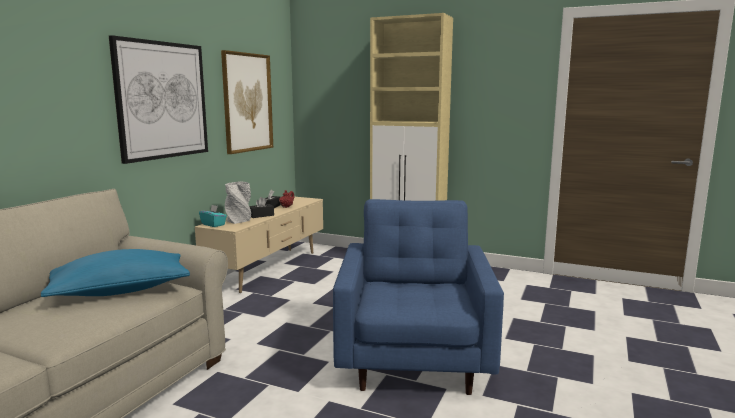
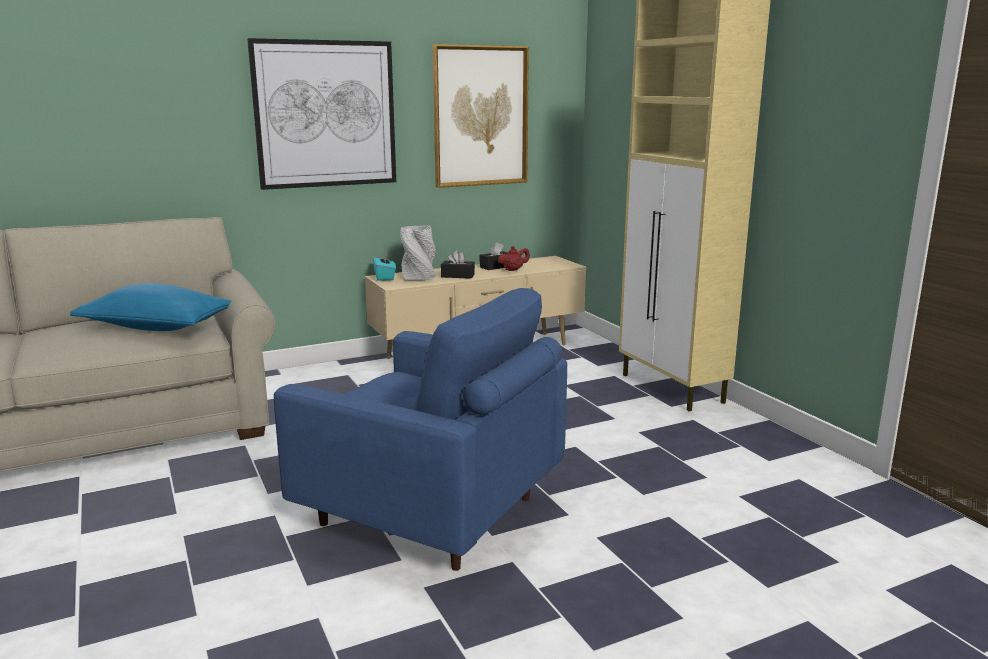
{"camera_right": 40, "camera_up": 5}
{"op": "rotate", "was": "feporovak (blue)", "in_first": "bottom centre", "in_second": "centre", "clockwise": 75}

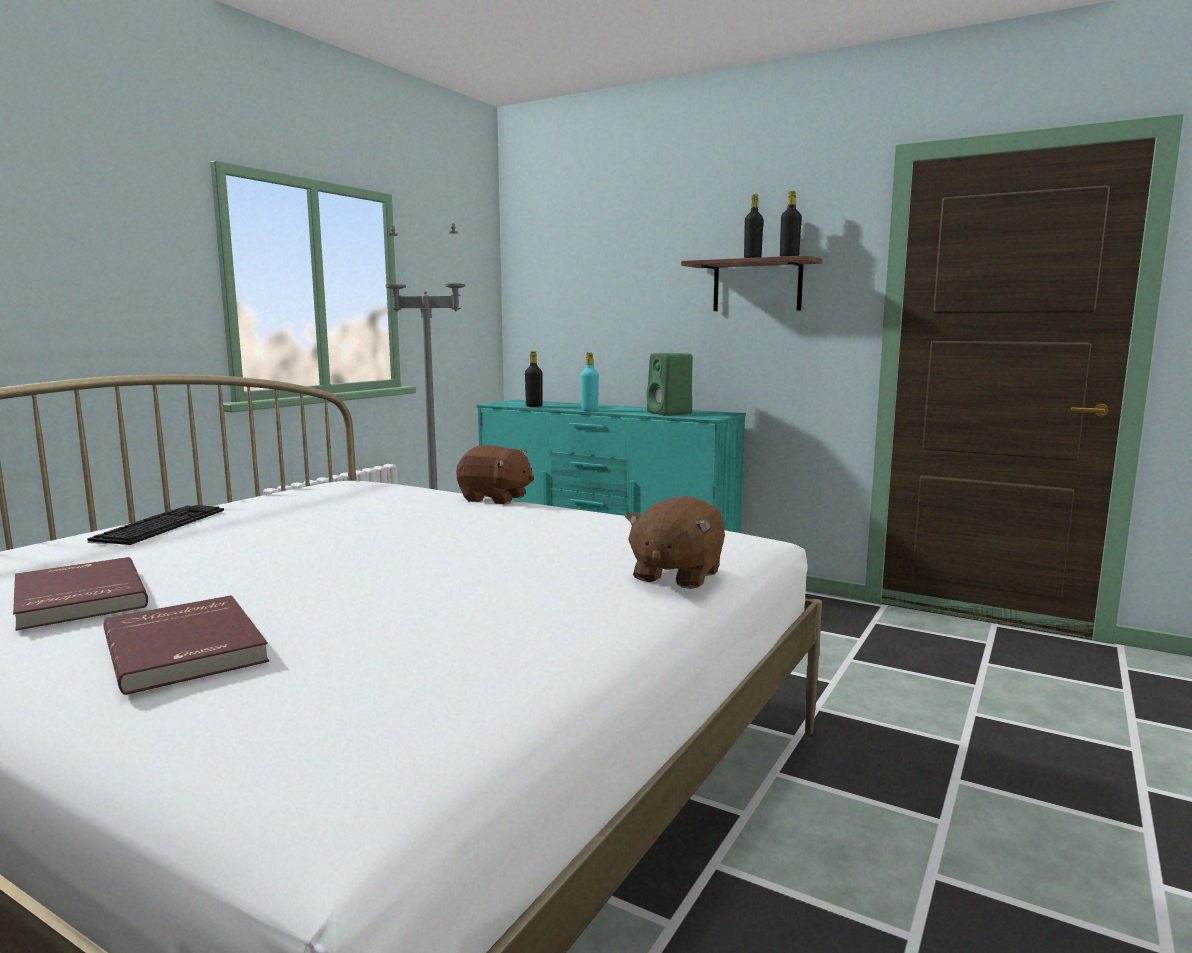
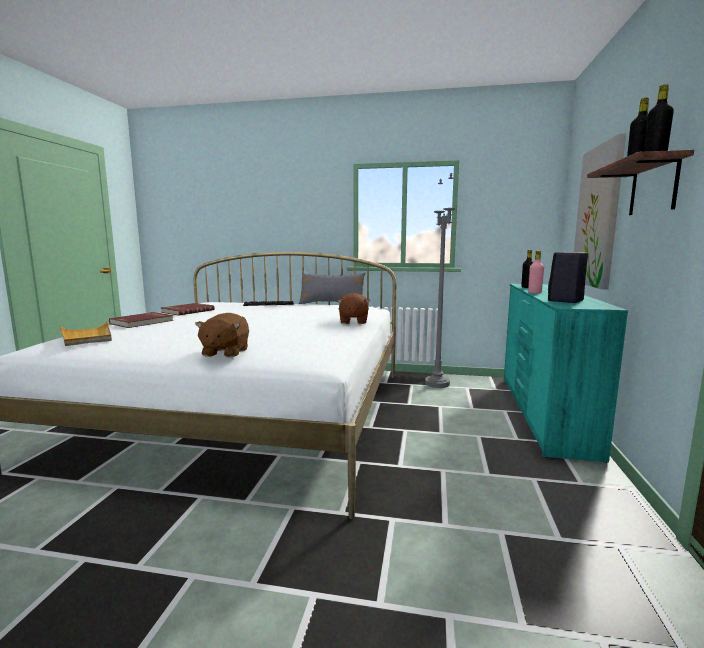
{"camera_right": 70, "camera_up": 0}
{"op": "insert", "now": "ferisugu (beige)", "in_second": "middle left"}
{"op": "insert", "now": "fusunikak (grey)", "in_second": "centre"}
{"op": "insert", "now": "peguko", "in_second": "top right"}
{"op": "recolor", "was": "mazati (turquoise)", "now": "mazati (pink)", "in_first": "centre", "in_second": "middle right"}
{"op": "recolor", "was": "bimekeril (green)", "now": "bimekeril (black)", "in_first": "centre", "in_second": "middle right"}
{"op": "rotate", "was": "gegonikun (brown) (2nd from left in the first image)", "in_first": "centre", "in_second": "middle left", "clockwise": -90}

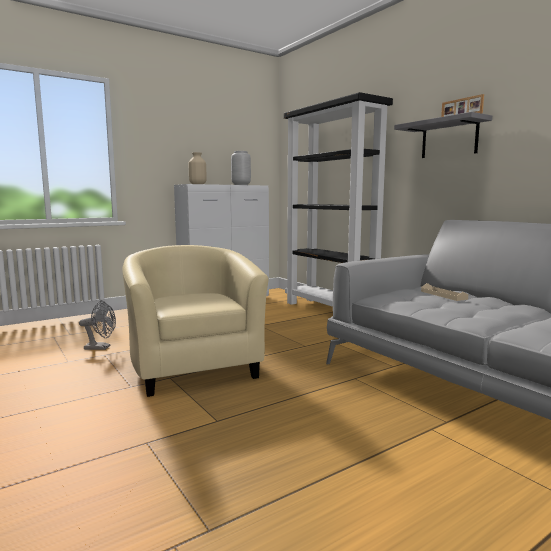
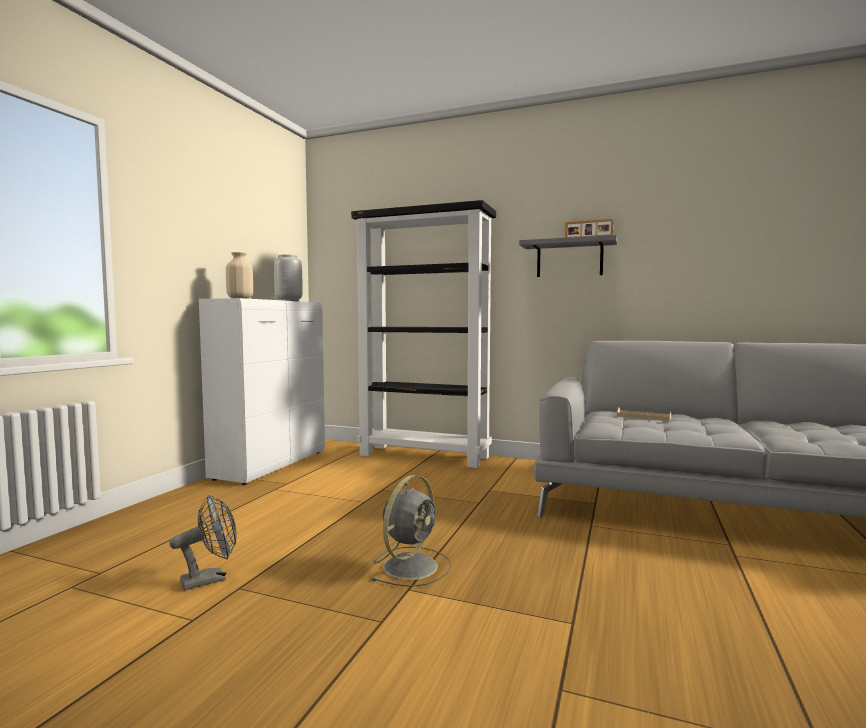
{"camera_right": -35, "camera_up": -5}
{"op": "replace", "was": "feporovak (beige)", "now": "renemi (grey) (2nd from left)", "in_first": "centre", "in_second": "bottom centre"}

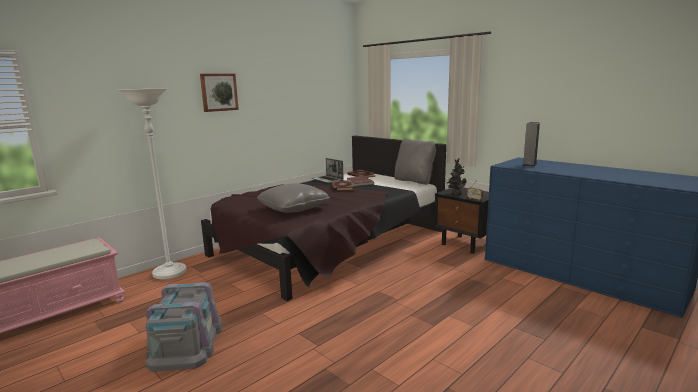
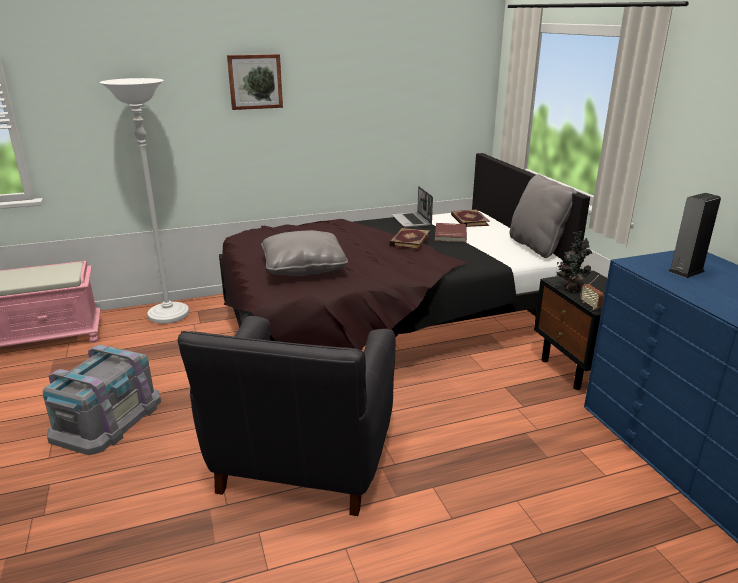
{"camera_right": 25, "camera_up": 10}
{"op": "insert", "now": "feporovak (black)", "in_second": "bottom centre"}

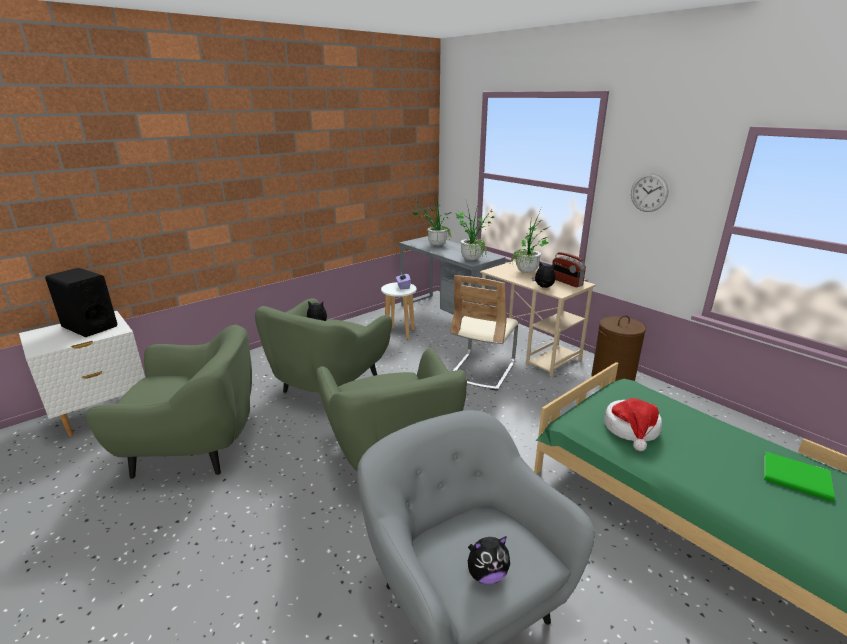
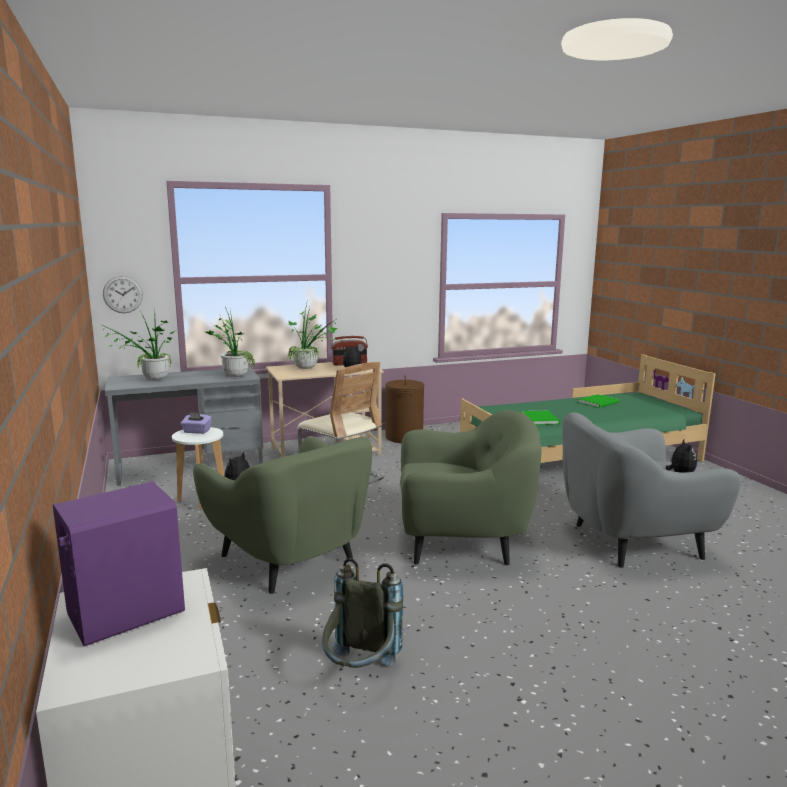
{"camera_right": -70, "camera_up": -10}
{"op": "move", "was": "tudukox", "in_first": "top right", "in_second": "middle left"}
{"op": "replace", "was": "feporovak (green) (1st from left)", "now": "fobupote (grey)", "in_first": "middle left", "in_second": "bottom centre"}
{"op": "replace", "was": "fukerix", "now": "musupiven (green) (1st from left)", "in_first": "middle right", "in_second": "middle right"}
{"op": "recolor", "was": "bimekeril (black)", "now": "bimekeril (purple)", "in_first": "middle left", "in_second": "bottom left"}

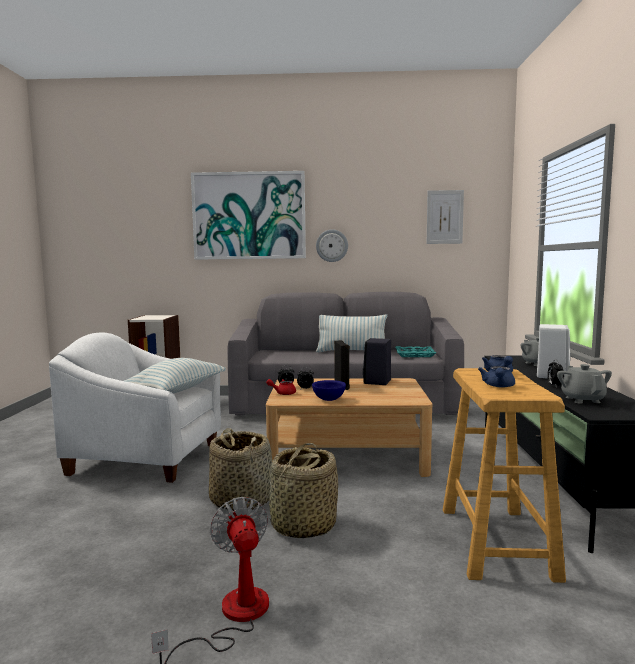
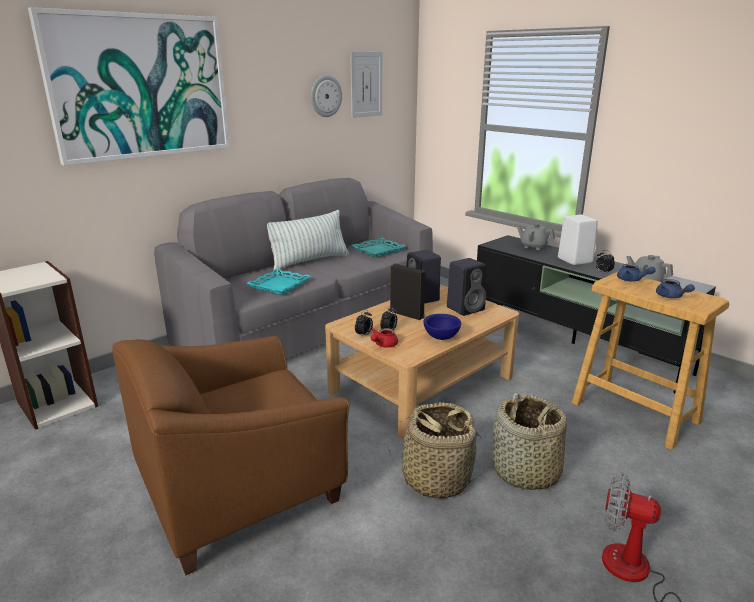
{"camera_right": -45, "camera_up": 15}
{"op": "delete", "was": "fusunikak (1st from left)", "in_first": "middle left"}
{"op": "insert", "now": "ferisugu (turquoise) (1st from left)", "in_second": "centre"}
{"op": "insert", "now": "bimekeril (black) (3rd from left)", "in_second": "centre"}
{"op": "move", "was": "tudukox", "in_first": "centre", "in_second": "top centre"}
{"op": "recolor", "was": "feporovak (white)", "now": "feporovak (brown)", "in_first": "middle left", "in_second": "bottom left"}

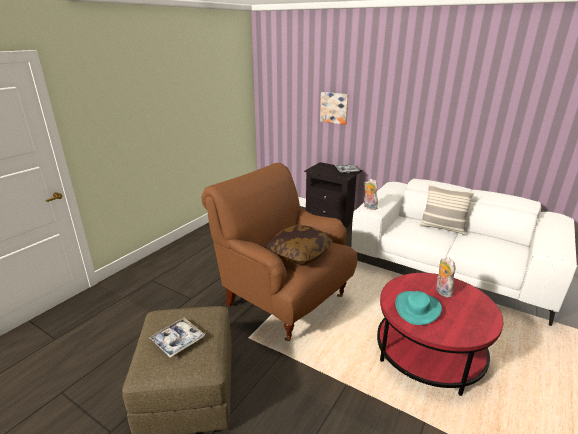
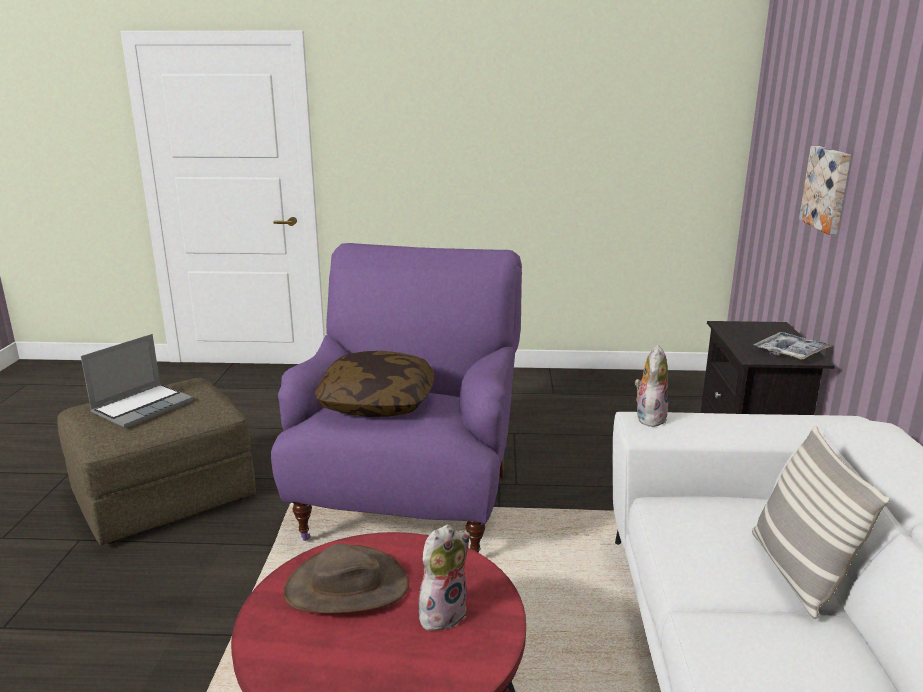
{"camera_right": 60, "camera_up": -5}
{"op": "replace", "was": "ferisugu (1st from left)", "now": "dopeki", "in_first": "bottom left", "in_second": "middle left"}
{"op": "recolor", "was": "feporovak (brown)", "now": "feporovak (purple)", "in_first": "centre", "in_second": "centre"}
{"op": "recolor", "was": "fukerix (turquoise)", "now": "fukerix (brown)", "in_first": "bottom right", "in_second": "bottom centre"}

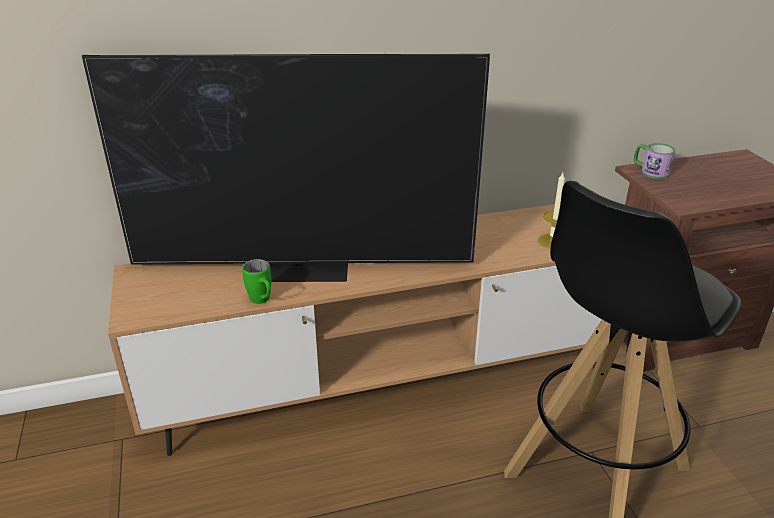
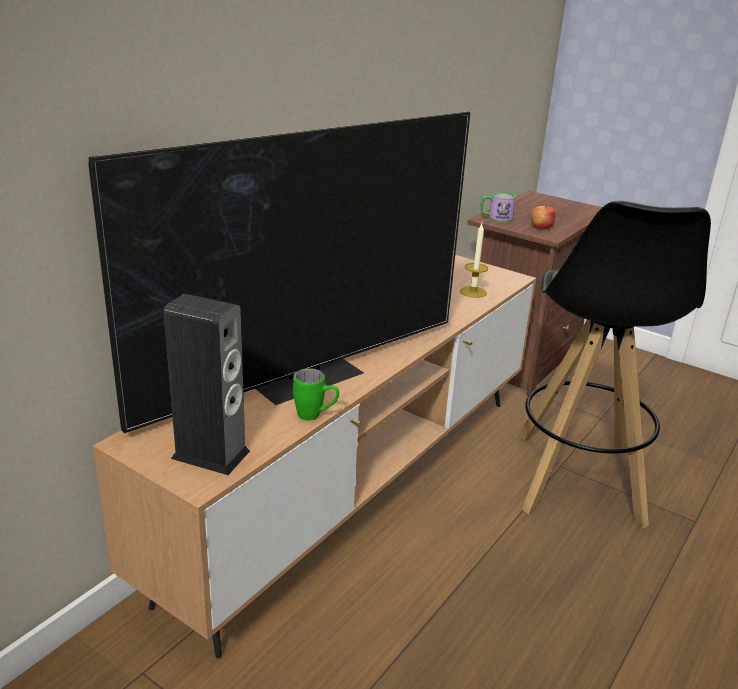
{"camera_right": -40, "camera_up": -5}
{"op": "insert", "now": "bimekeril", "in_second": "middle left"}
{"op": "insert", "now": "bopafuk", "in_second": "top right"}

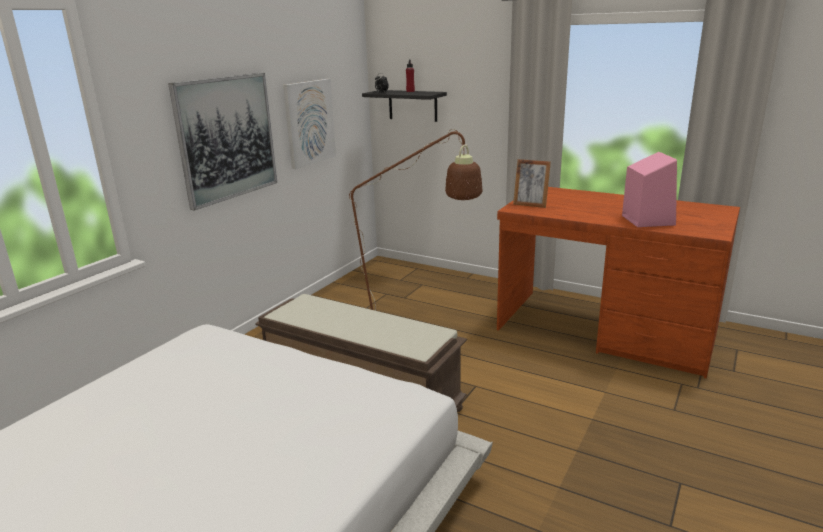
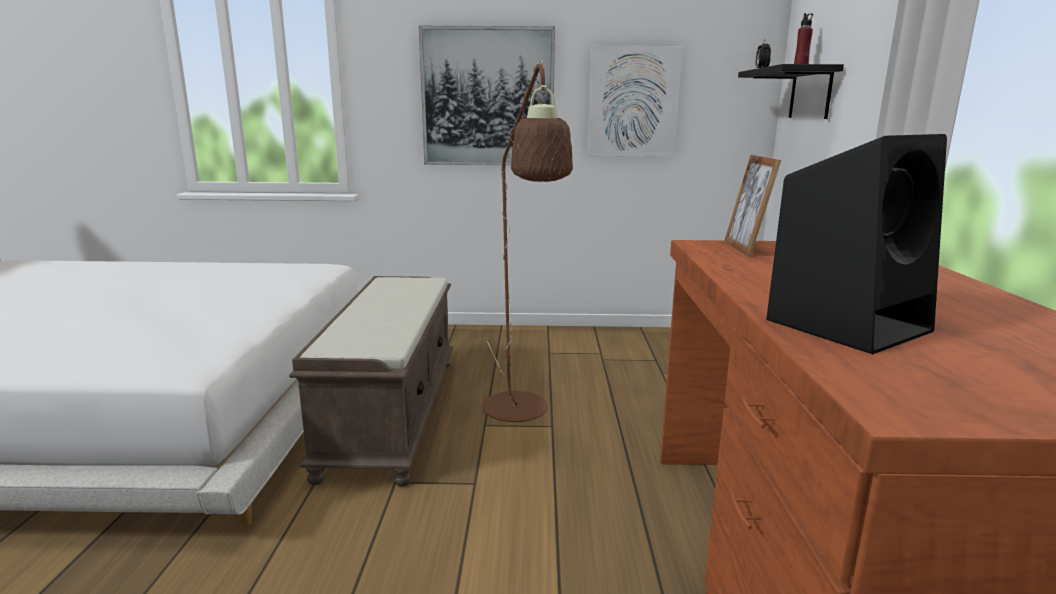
{"camera_right": 60, "camera_up": -5}
{"op": "recolor", "was": "bimekeril (pink)", "now": "bimekeril (black)", "in_first": "middle right", "in_second": "middle right"}

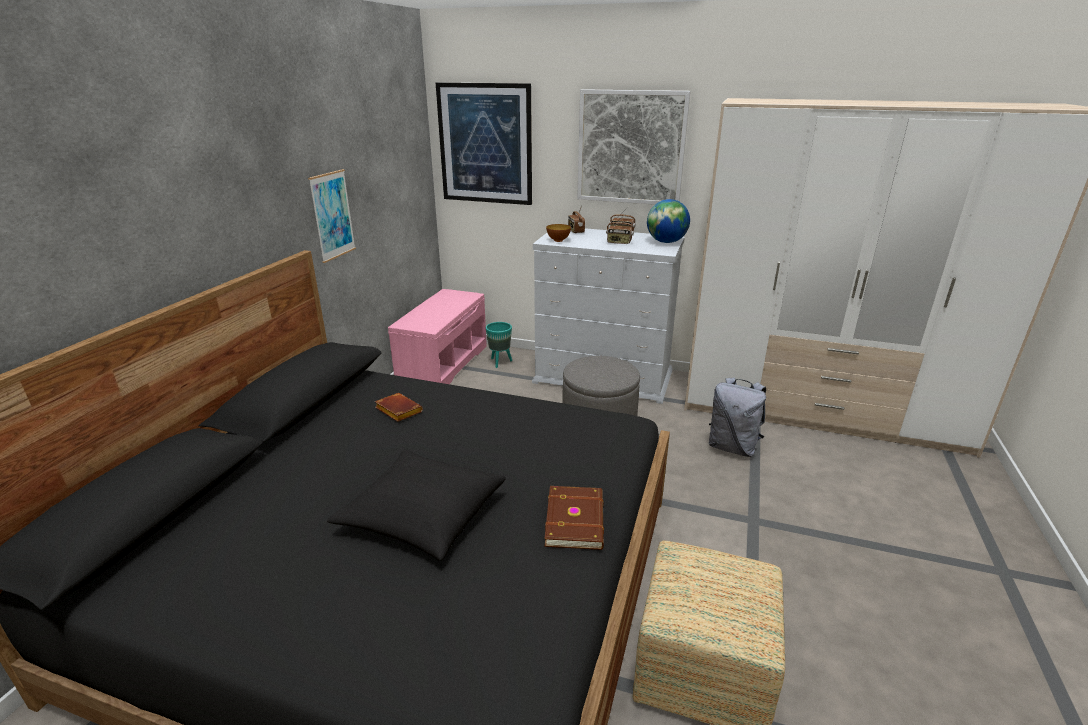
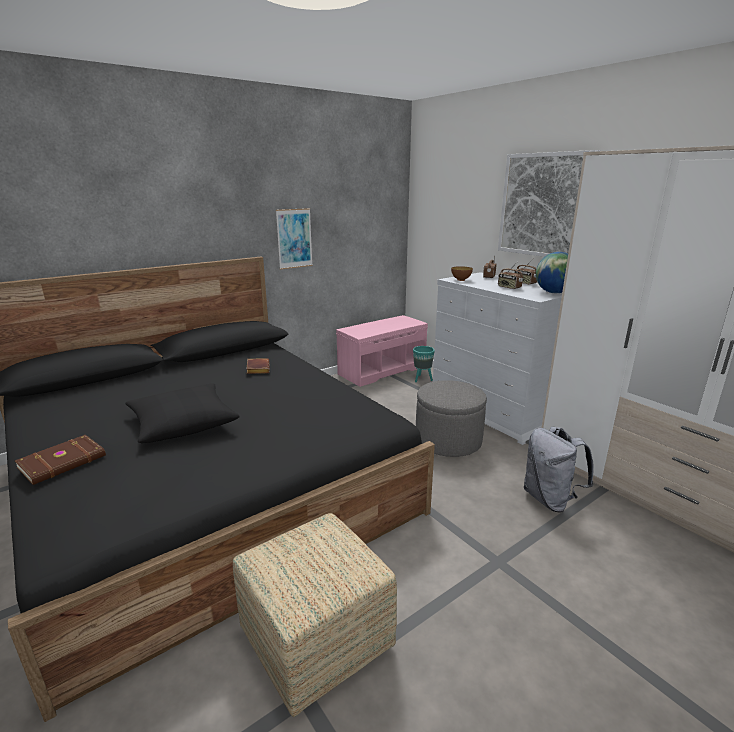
{"camera_right": 35, "camera_up": -5}
{"op": "delete", "was": "peguko (2nd from left)", "in_first": "top centre"}
{"op": "move", "was": "musupiven (brown) (2nd from left in the first image)", "now": "musupiven (brown) (1st from left)", "in_first": "bottom centre", "in_second": "middle left"}

